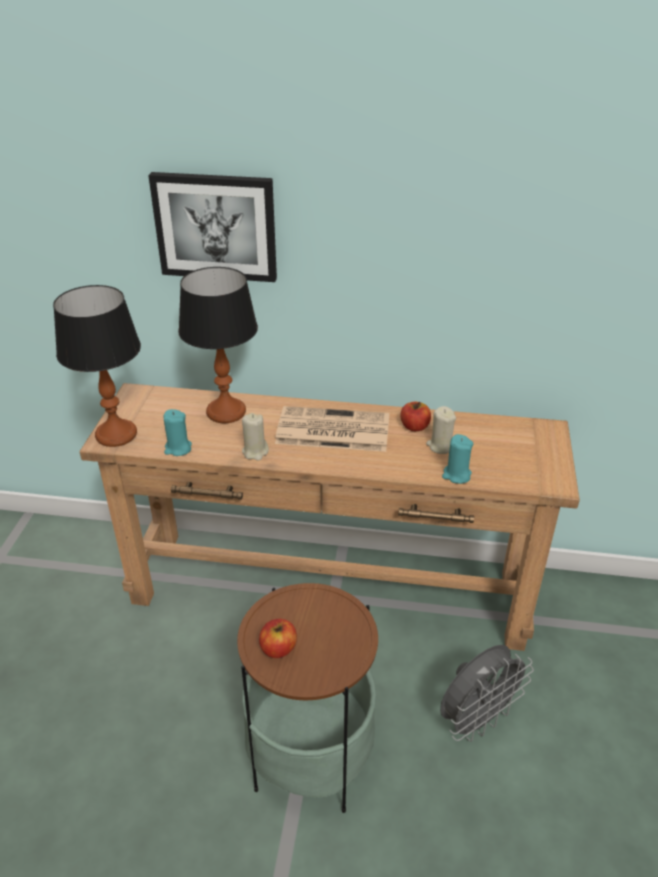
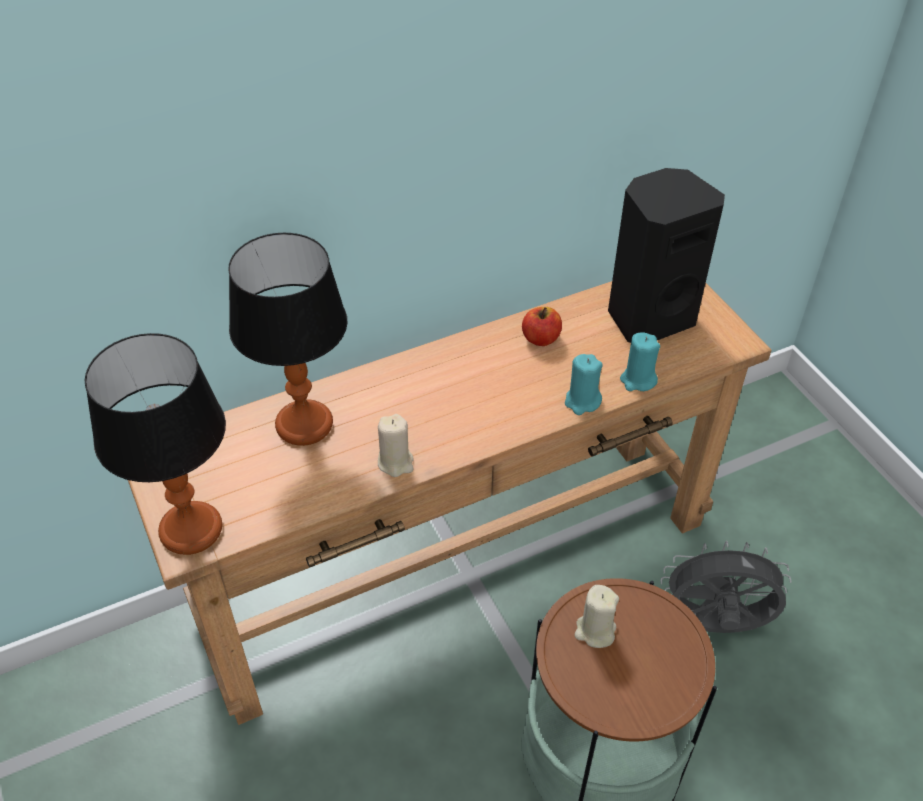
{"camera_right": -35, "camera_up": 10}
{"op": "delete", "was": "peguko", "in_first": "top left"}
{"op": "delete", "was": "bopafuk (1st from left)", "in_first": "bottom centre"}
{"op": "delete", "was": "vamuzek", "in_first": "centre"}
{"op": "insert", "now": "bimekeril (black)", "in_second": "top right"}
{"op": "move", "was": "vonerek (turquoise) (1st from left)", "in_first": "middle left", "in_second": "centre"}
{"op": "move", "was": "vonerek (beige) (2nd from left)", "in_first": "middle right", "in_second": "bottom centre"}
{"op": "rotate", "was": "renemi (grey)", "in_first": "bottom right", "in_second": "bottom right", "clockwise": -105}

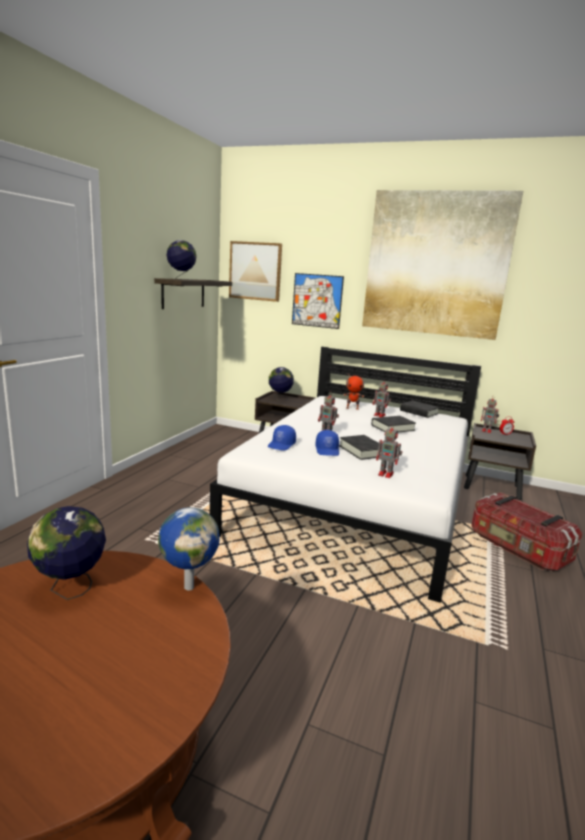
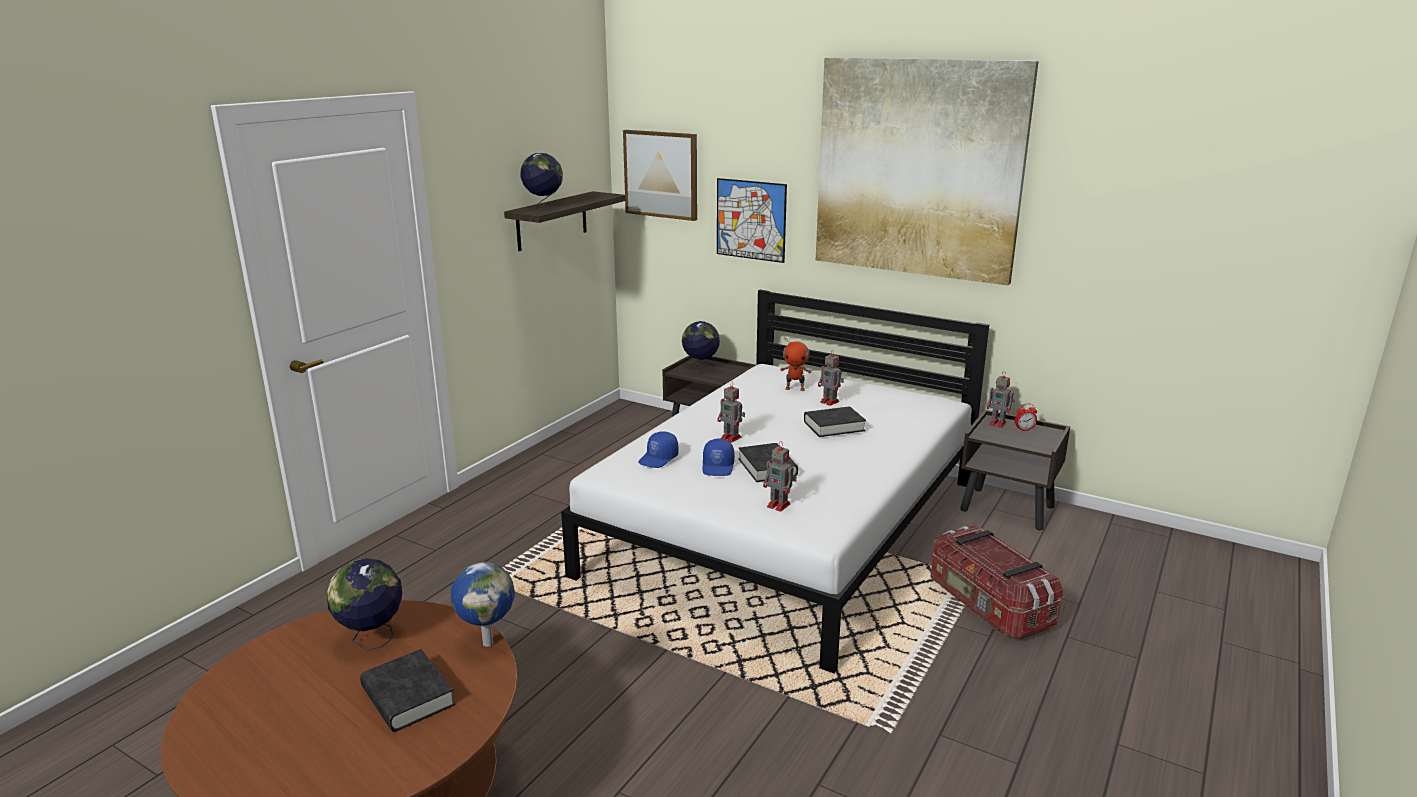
{"camera_right": 10, "camera_up": 5}
{"op": "move", "was": "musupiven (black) (3rd from left in the first image)", "now": "musupiven (black) (1st from left)", "in_first": "middle right", "in_second": "bottom left"}

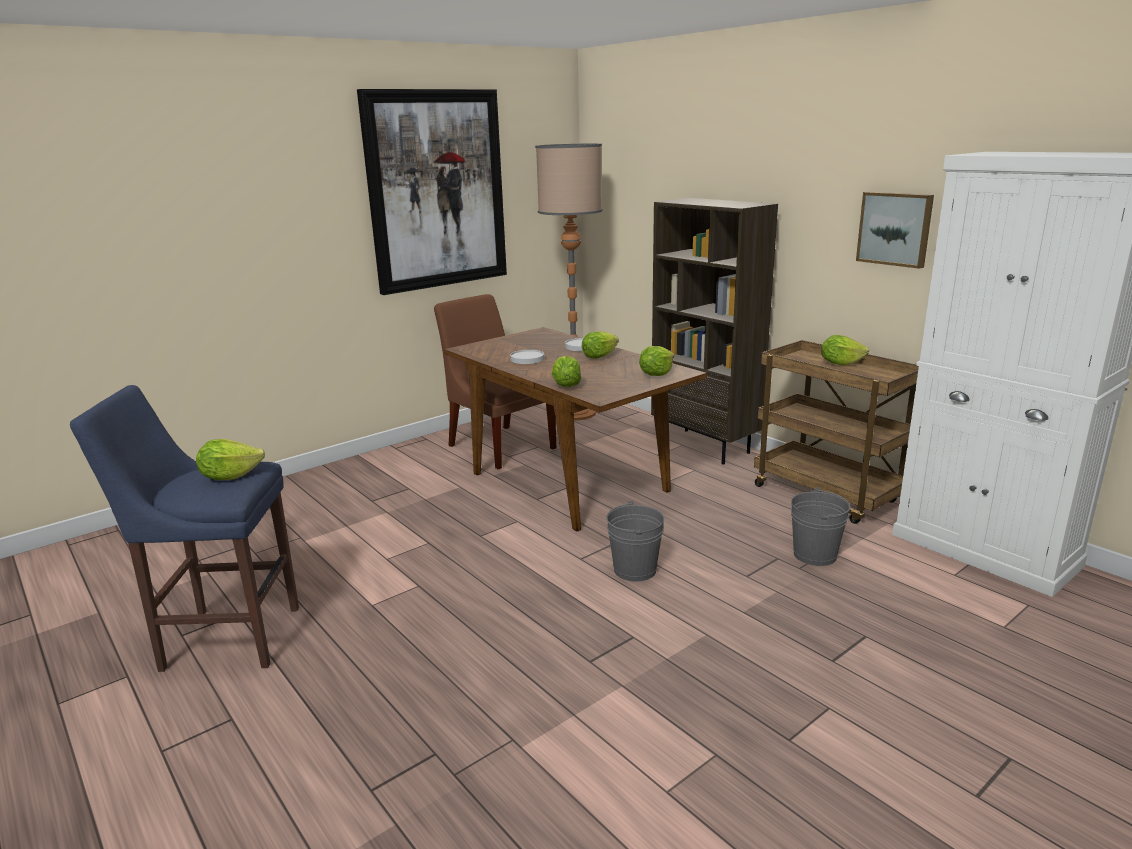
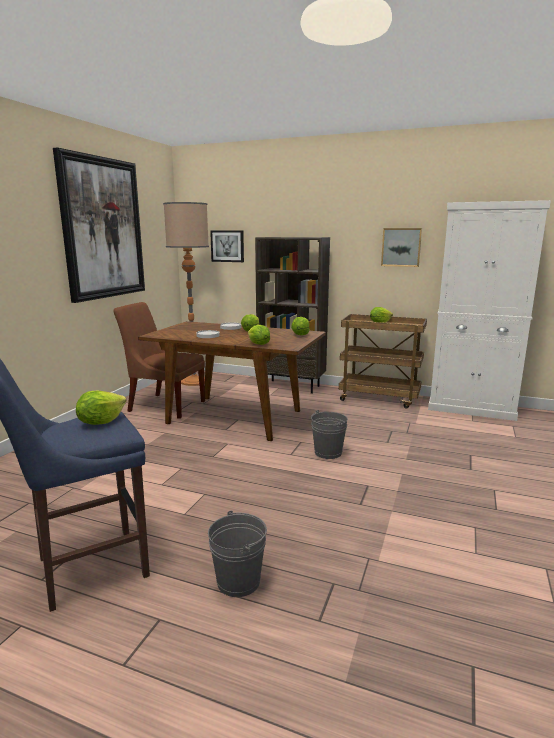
{"camera_right": -30, "camera_up": -5}
{"op": "insert", "now": "peguko (2nd from left)", "in_second": "centre"}
{"op": "move", "was": "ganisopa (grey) (2nd from left in the first image)", "now": "ganisopa (grey) (1st from left)", "in_first": "middle right", "in_second": "bottom centre"}

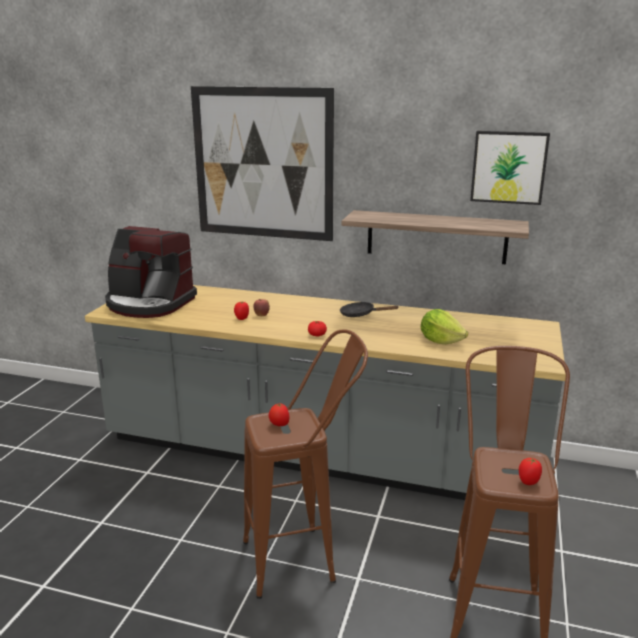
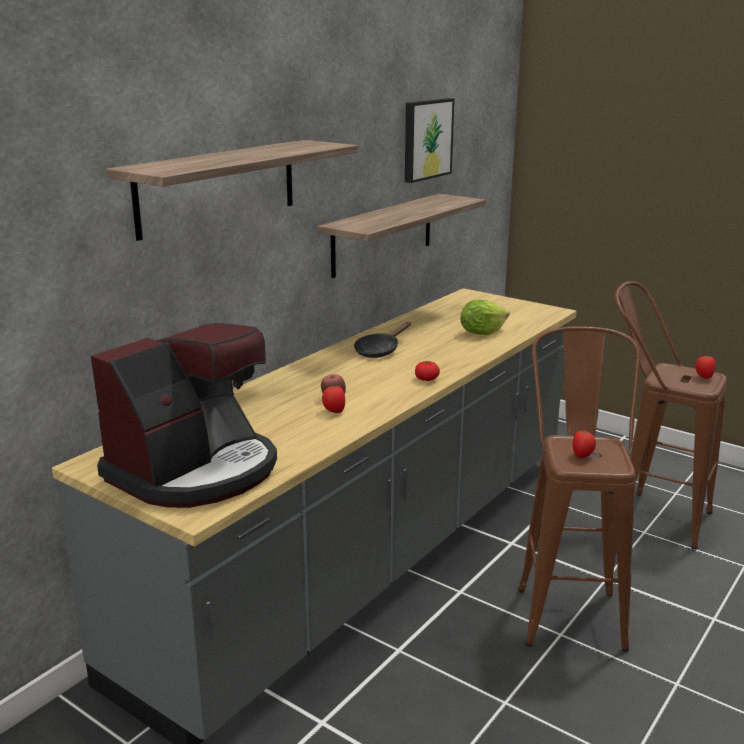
{"camera_right": -70, "camera_up": 0}
{"op": "replace", "was": "peguko (1st from left)", "now": "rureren (1st from left)", "in_first": "top centre", "in_second": "top left"}

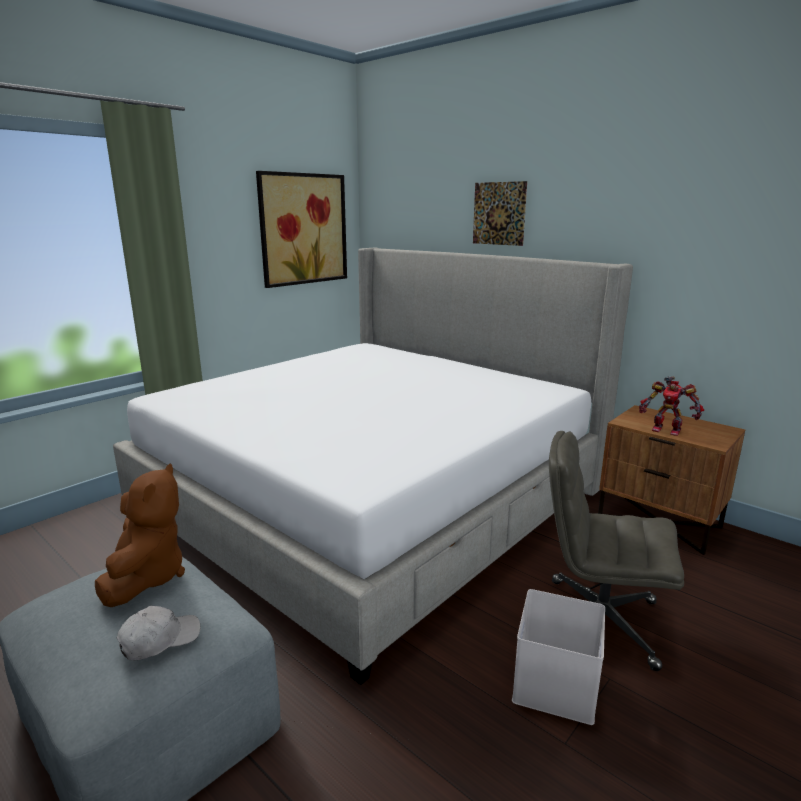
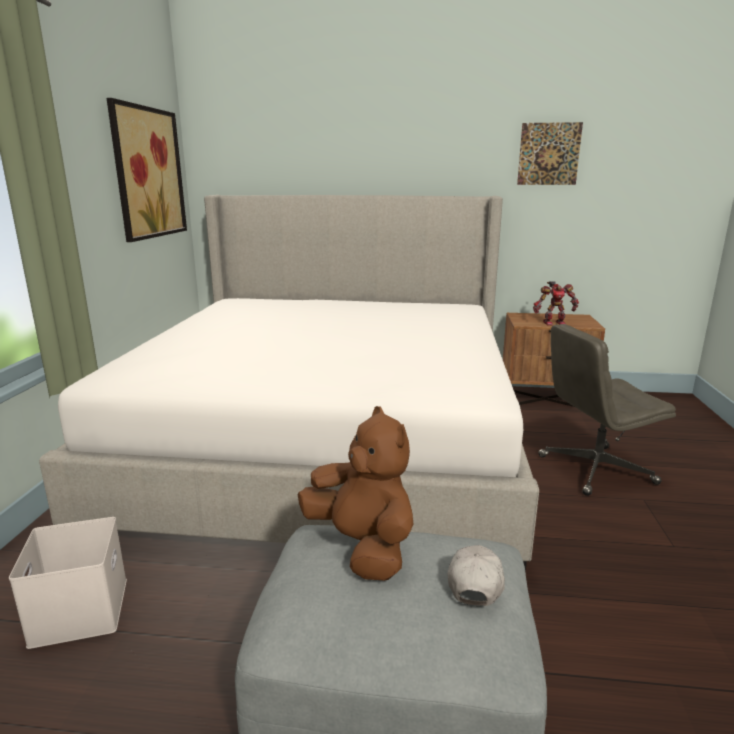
{"camera_right": -35, "camera_up": 0}
{"op": "move", "was": "peguko (2nd from left)", "in_first": "top centre", "in_second": "top right"}
{"op": "move", "was": "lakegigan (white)", "in_first": "bottom right", "in_second": "bottom left"}

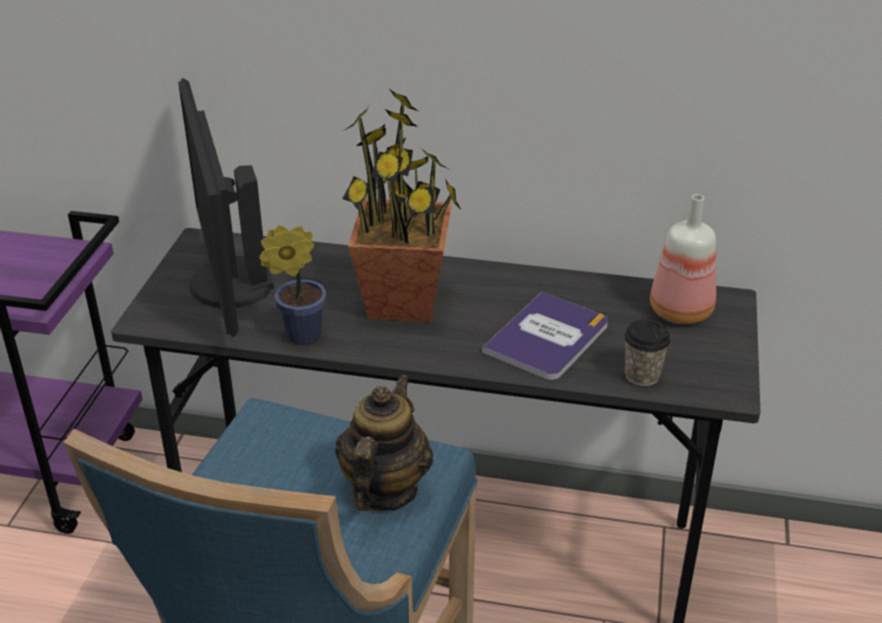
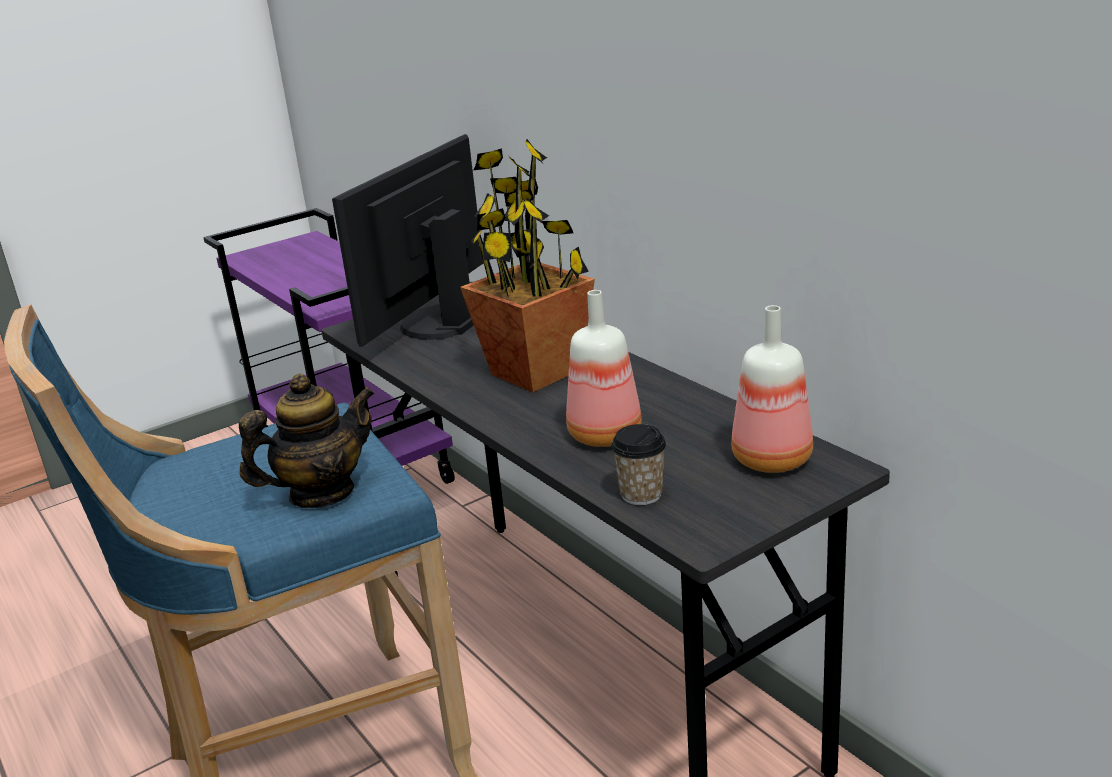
{"camera_right": 45, "camera_up": -10}
{"op": "delete", "was": "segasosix (1st from left)", "in_first": "middle left"}
{"op": "replace", "was": "musupiven", "now": "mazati (1st from left)", "in_first": "centre", "in_second": "centre"}

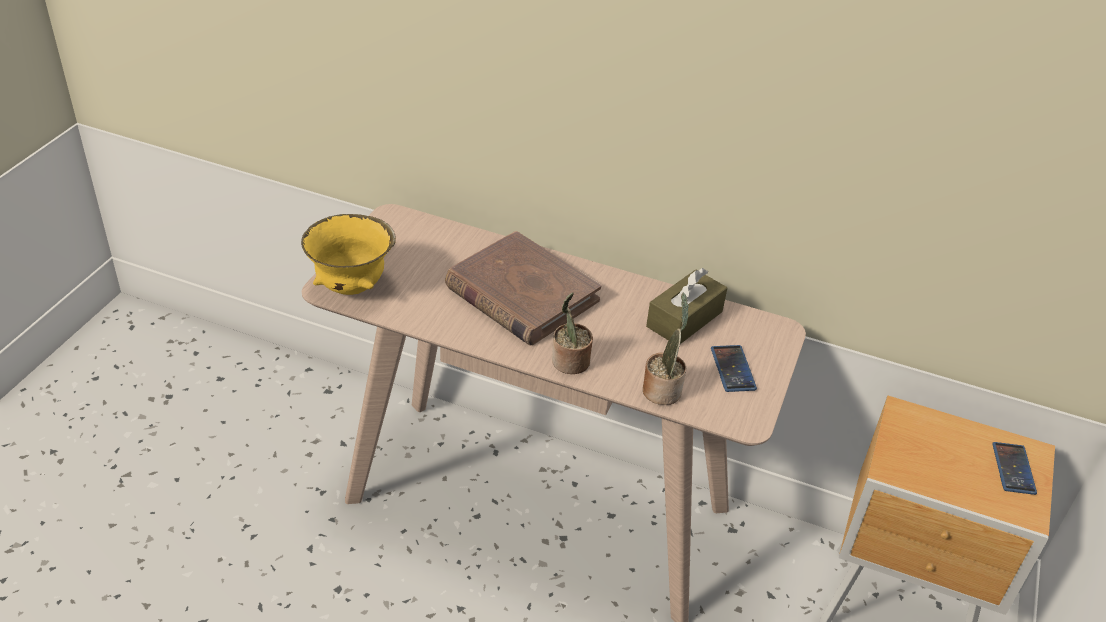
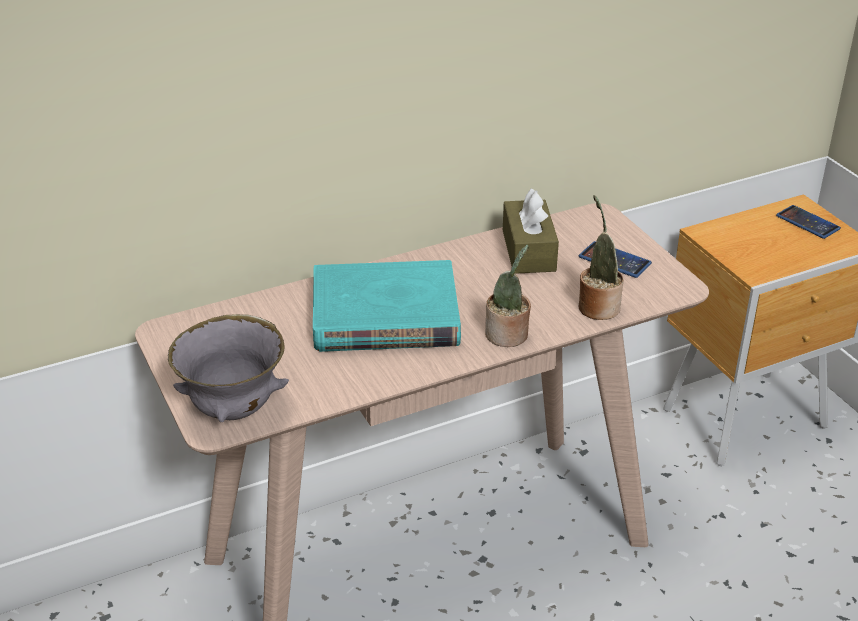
{"camera_right": -45, "camera_up": -5}
{"op": "recolor", "was": "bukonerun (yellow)", "now": "bukonerun (grey)", "in_first": "middle left", "in_second": "middle left"}
{"op": "recolor", "was": "musupiven (brown)", "now": "musupiven (turquoise)", "in_first": "centre", "in_second": "centre"}

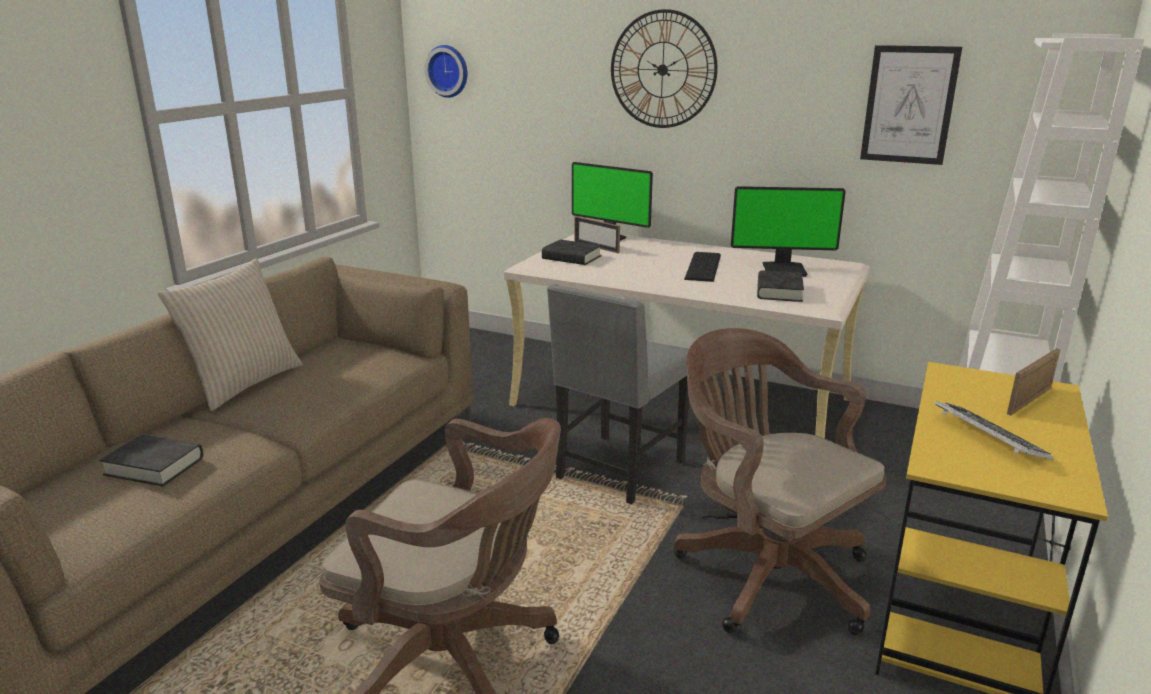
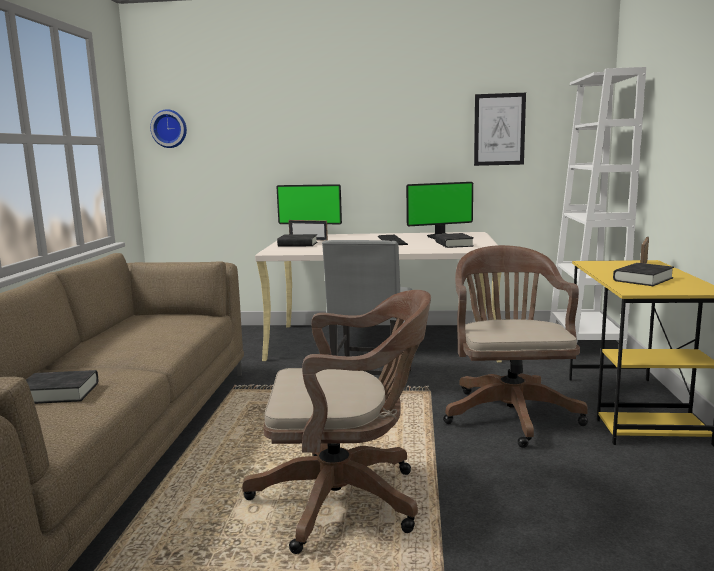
{"camera_right": -20, "camera_up": -10}
{"op": "delete", "was": "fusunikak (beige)", "in_first": "middle left"}
{"op": "delete", "was": "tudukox (2nd from left)", "in_first": "top centre"}
{"op": "replace", "was": "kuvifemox (2nd from left)", "now": "musupiven (black) (4th from left)", "in_first": "middle right", "in_second": "middle right"}
{"op": "rotate", "was": "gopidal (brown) (2nd from left)", "in_first": "bottom right", "in_second": "middle right", "clockwise": 60}

